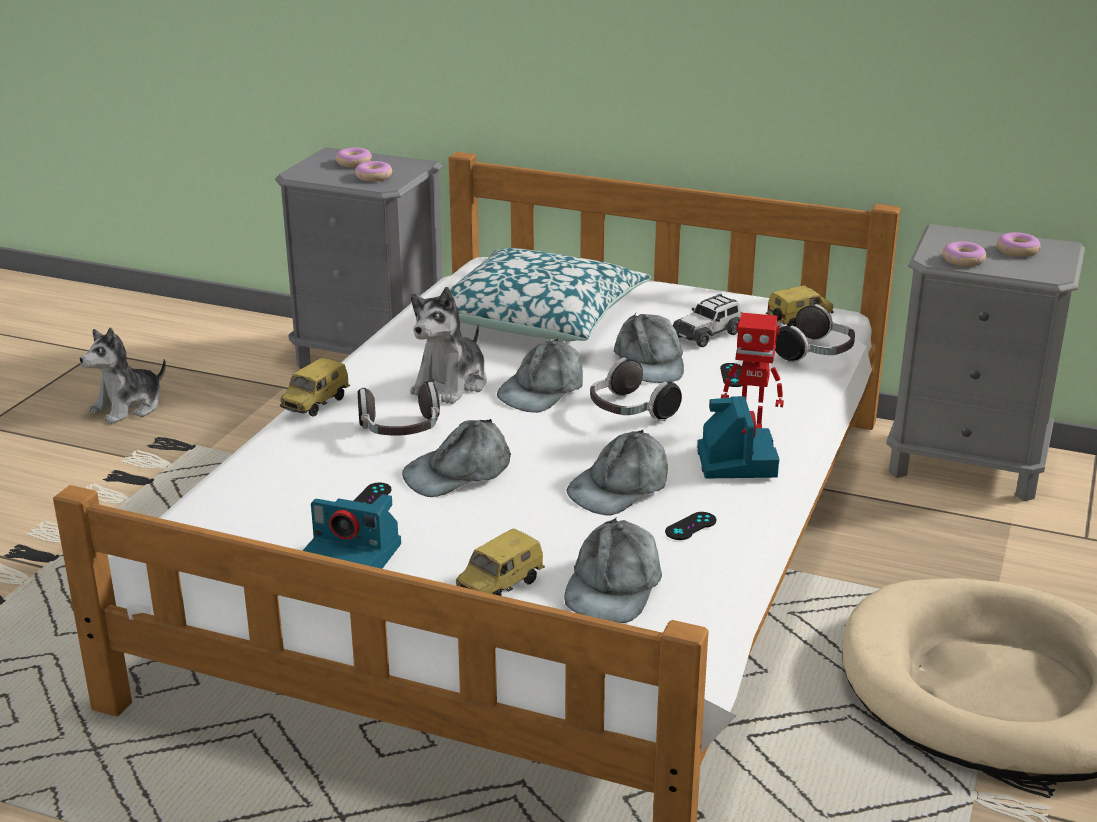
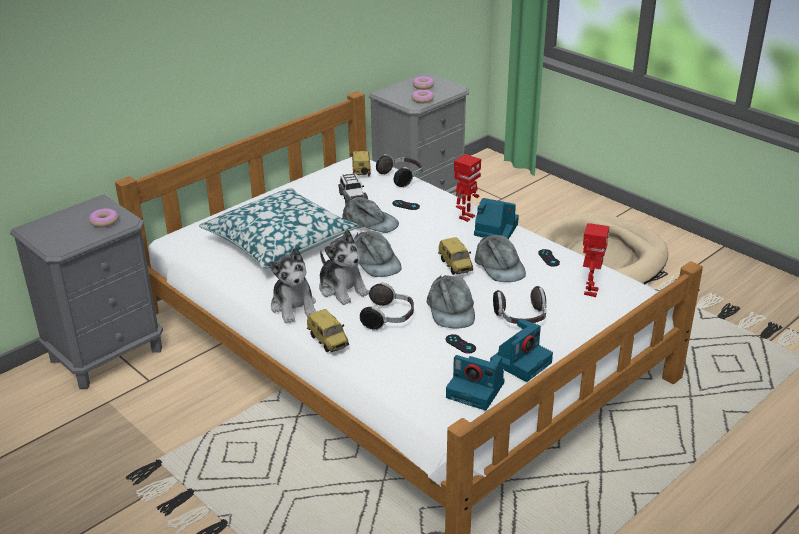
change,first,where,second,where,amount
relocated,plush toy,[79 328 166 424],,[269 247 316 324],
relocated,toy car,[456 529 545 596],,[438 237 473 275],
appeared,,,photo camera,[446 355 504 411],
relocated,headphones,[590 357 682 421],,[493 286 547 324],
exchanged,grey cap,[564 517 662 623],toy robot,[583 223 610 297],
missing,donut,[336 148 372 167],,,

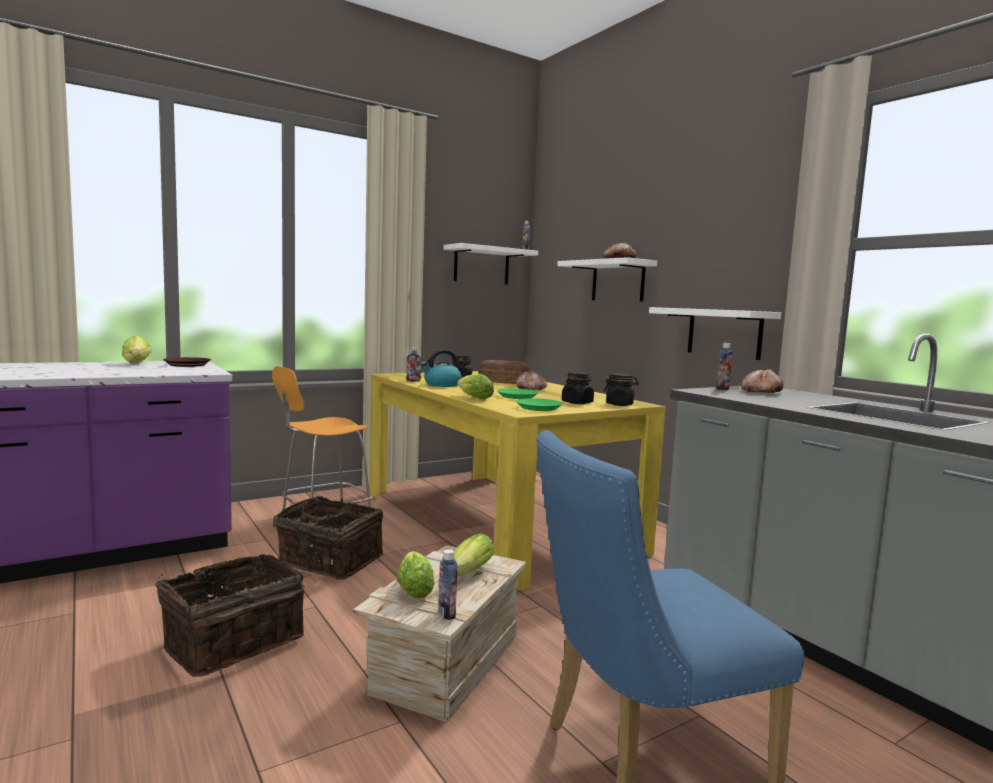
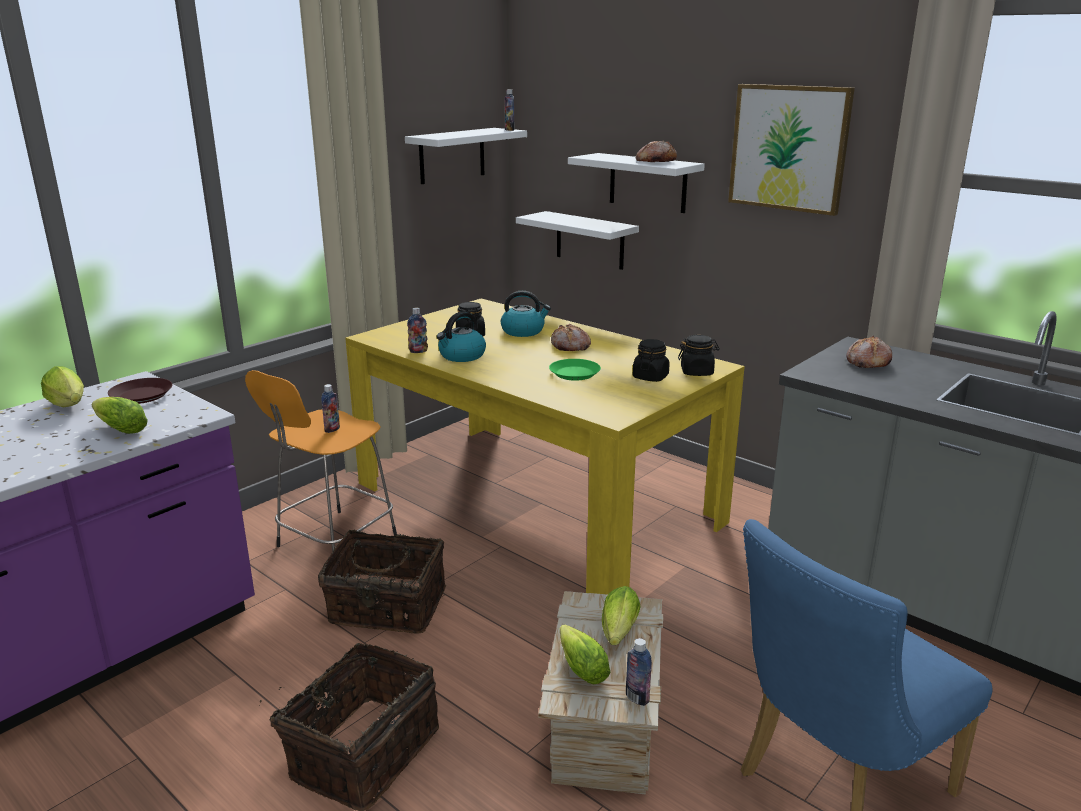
change,first,where,second,where,amount
relocated,lettuce,[457 374 494 399],,[91 397 148 434],
relocated,bottle,[716 343 733 390],,[321 384 340 433],
exchanged,bread,[478 360 531 384],kettle,[501 291 551 337],
relocated,white shelf,[649 307 781 360],,[516 211 639 270],
appeared,,,picture,[728 84 855 216],
missing,green plate,[516 398 563 411],,,

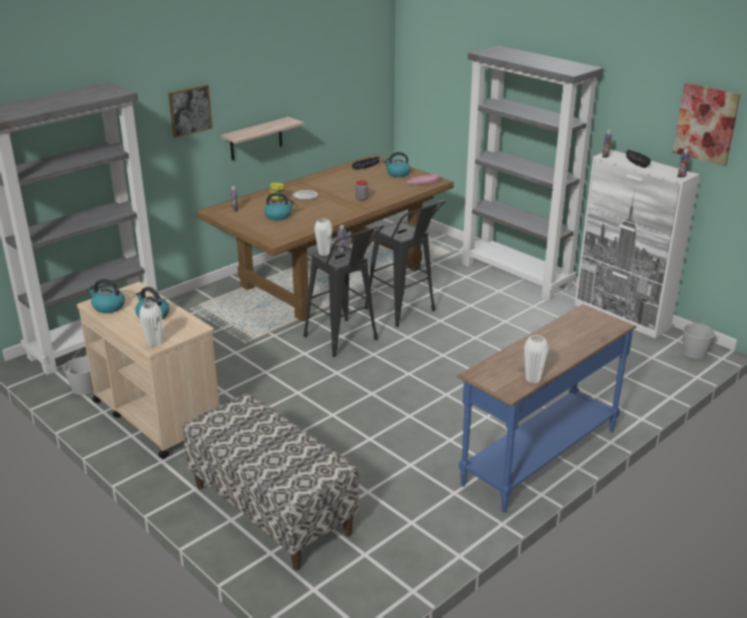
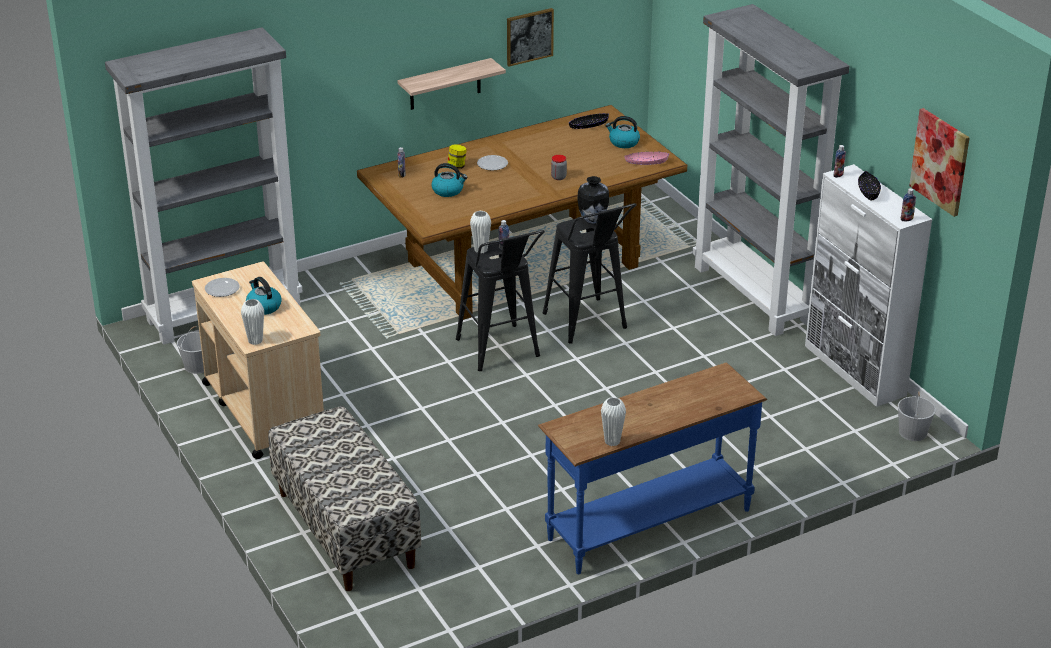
change,first,where,second,where,amount
exchanged,kettle,[87 279 125 313],plate,[205 278 240 297],
relocated,picture,[168 84 212 138],,[507 8 554 67],
appeared,,,vase,[577 176 609 224],

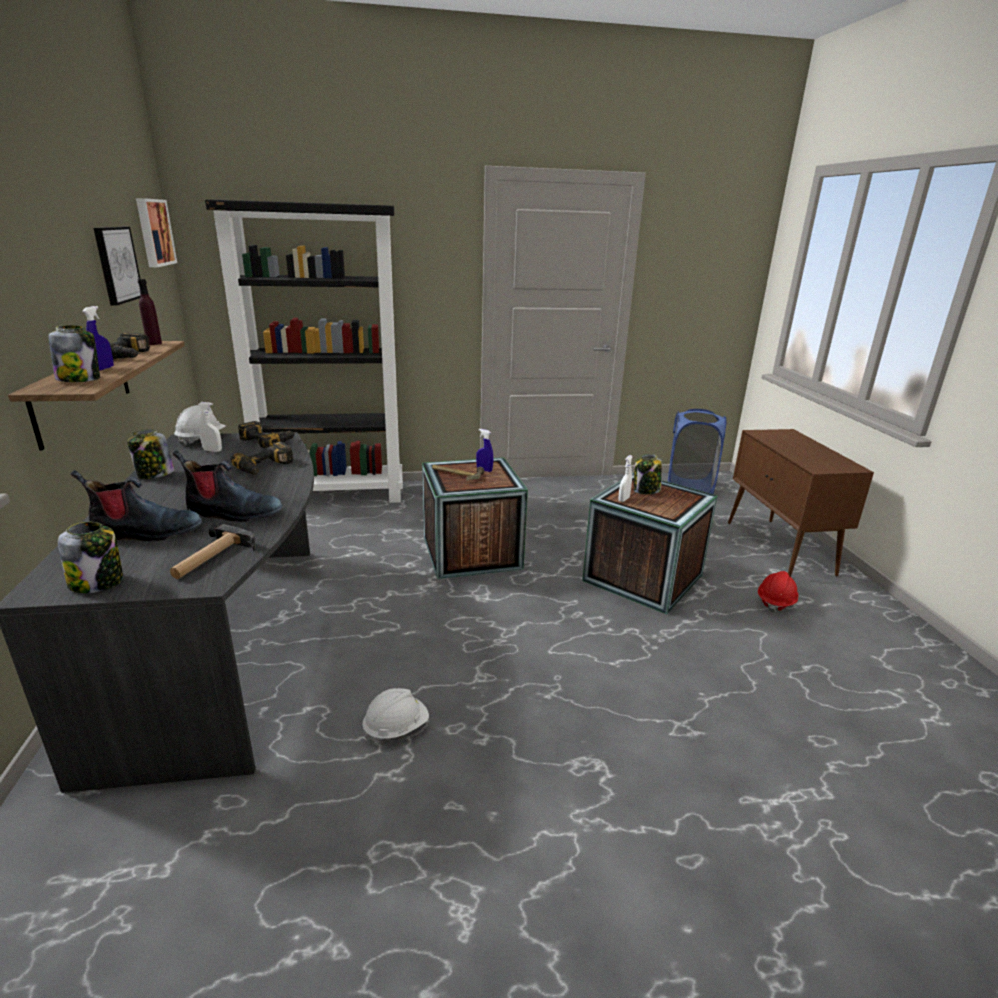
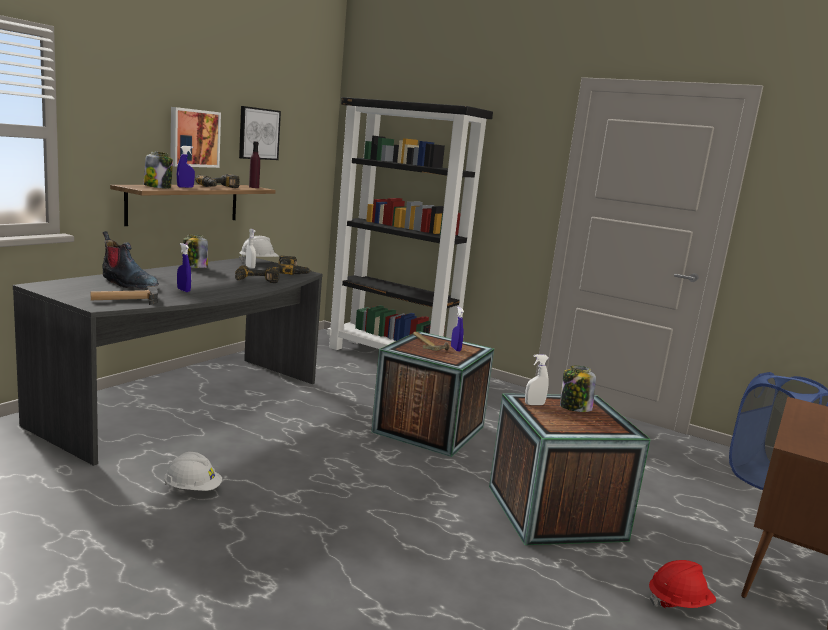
change,first,where,second,where,amount
relocated,picture,[136 198 177 267],,[170 107 221 168],
exchanged,boot,[173 450 283 522],blue spray bottle,[177 243 191 292],
missing,jar,[58 522 123 593],,,

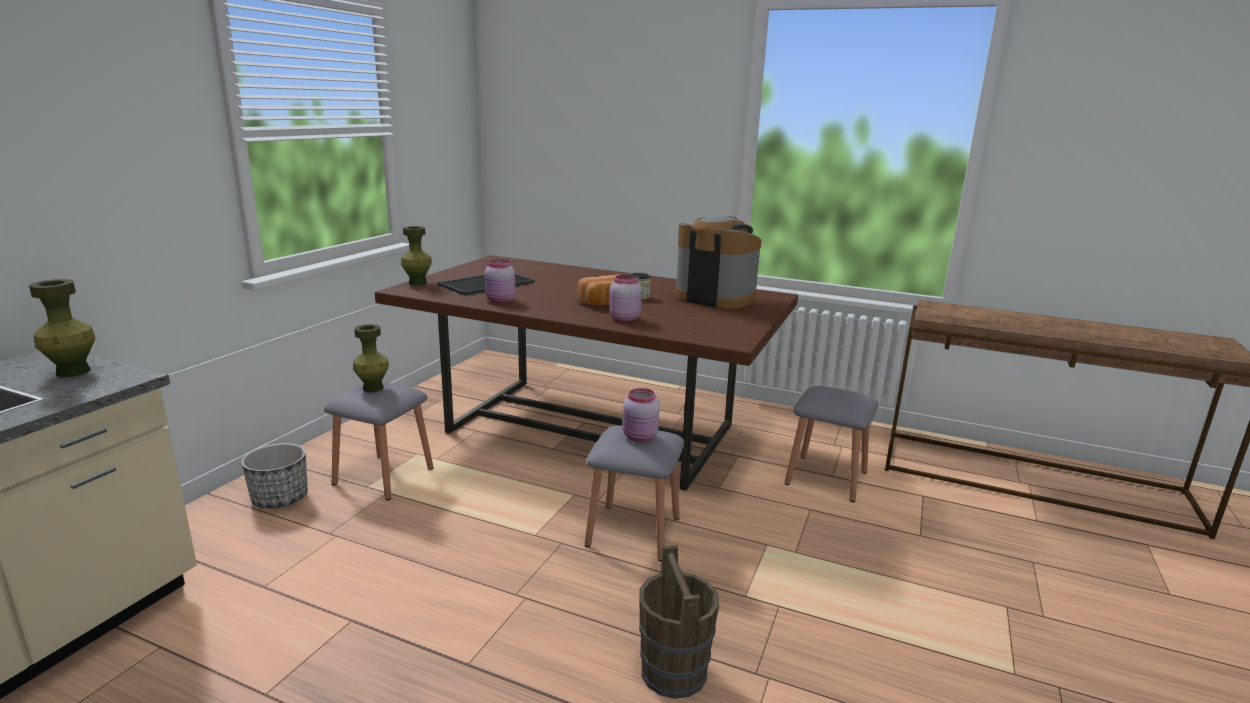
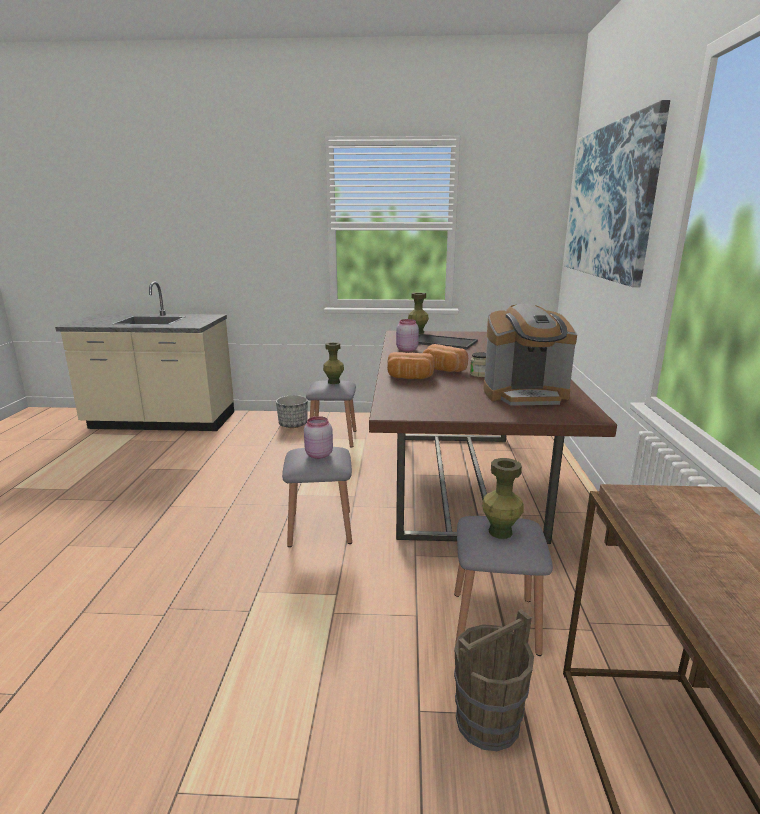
change,first,where,second,where,amount
exchanged,pink jar,[609 275 642 321],bread,[387 352 435 379],
relocated,brown bucket,[639 545 719 699],,[454 609 534 751],
relocated,green vase,[29 279 95 377],,[482 458 524 539],
spun,coffee machine,[675 216 762 309],,[483 304 577 406],75 degrees clockwise
appeared,,,picture,[564 100 670 287],

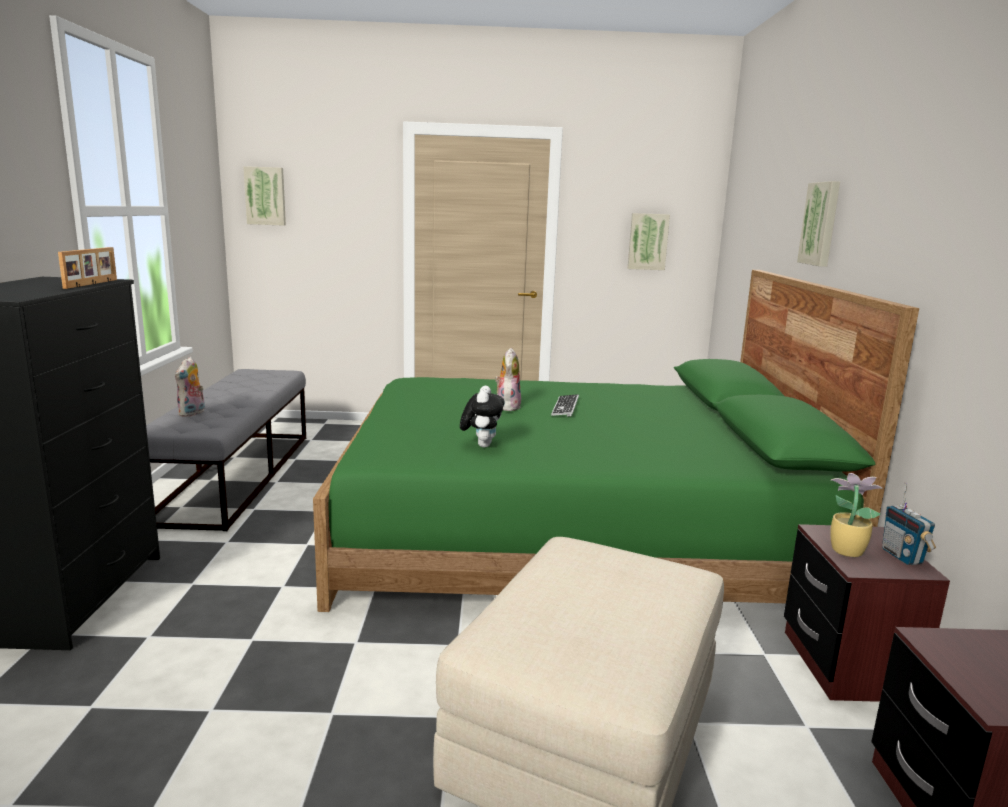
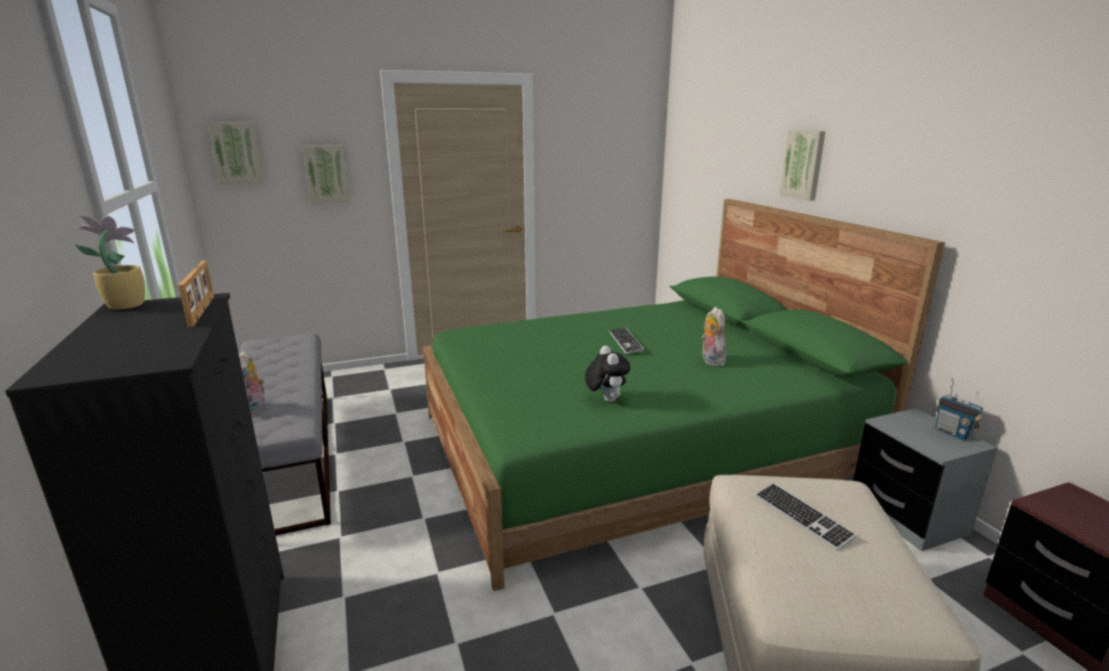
change,first,where,second,where,amount
relocated,potted plant,[830 473 883 557],,[74 215 145 310],
relocated,picture,[628 213 670 270],,[302 145 350 204],
relocated,plush toy,[495 348 521 411],,[701 307 726 367],
appeared,,,keyboard,[755 483 857 551],
colour,brown nightstand,[784 524 950 702],grey nightstand,[853 408 997 551],

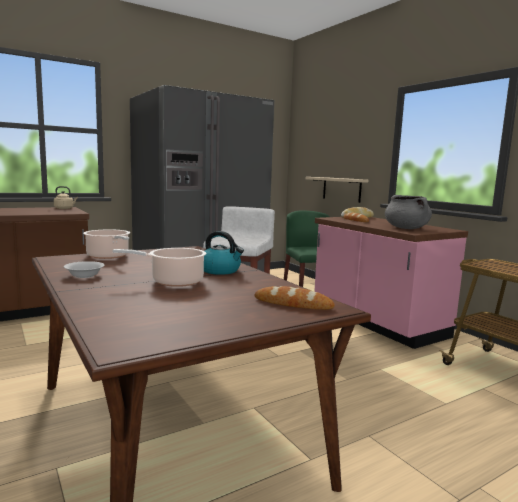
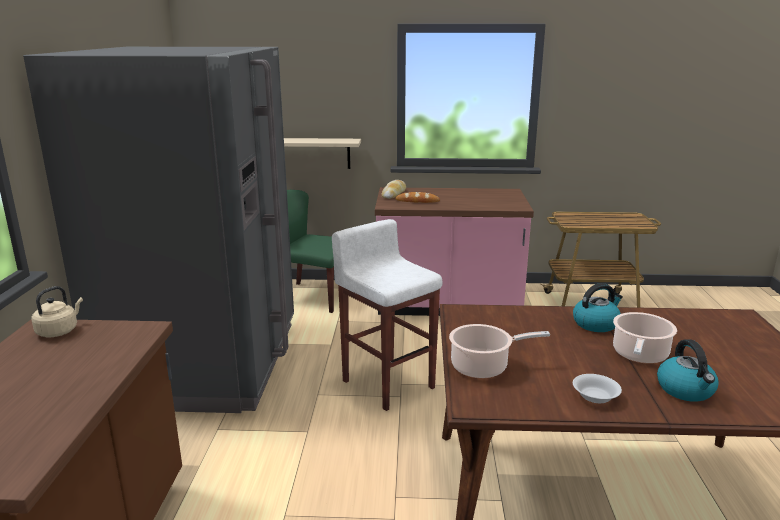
change,first,where,second,where,amount
appeared,,,kettle,[657 339 719 402],
missing,bread,[255 286 335 310],,,
missing,grey cooking pot,[385 195 432 229],,,

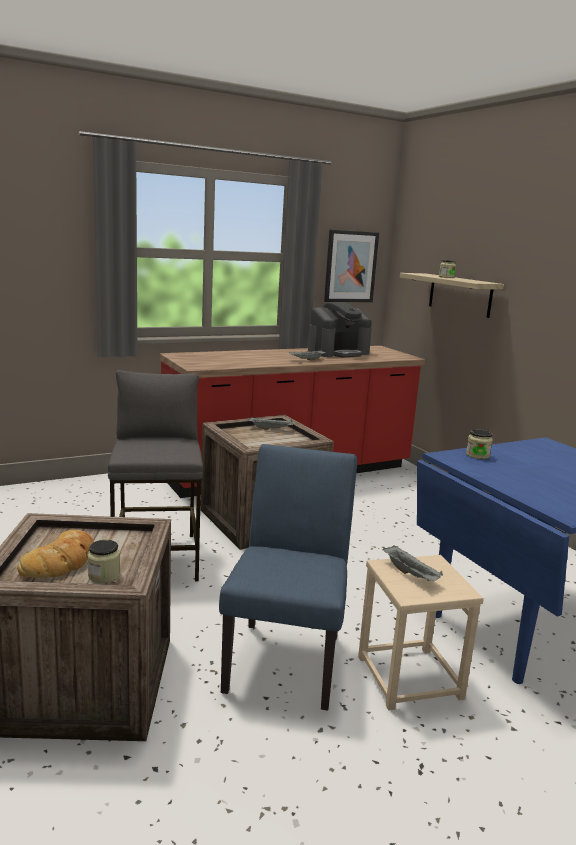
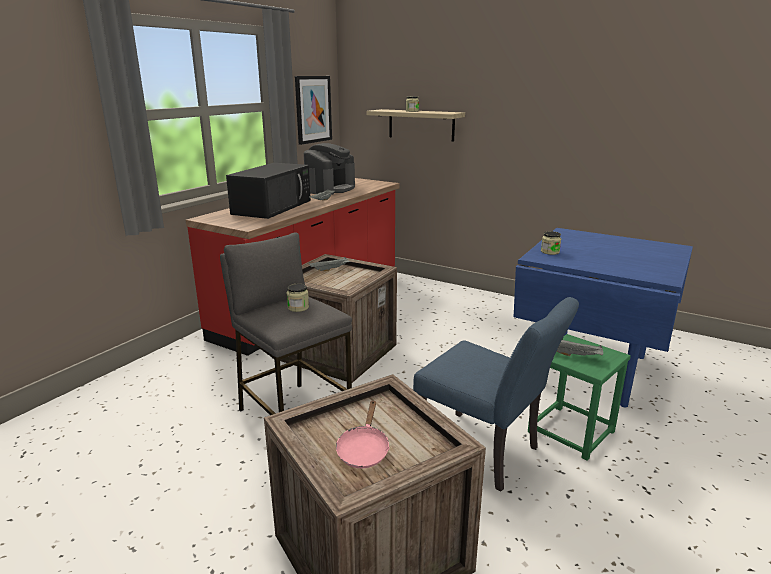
change,first,where,second,where,amount
appeared,,,black microwave,[226 163 311 219],
relocated,jar,[87 540 120 583],,[287 284 309 312],
exchanged,bread,[17 530 94 578],pink frying pan,[336 400 390 468],
spun,blue chair,[219 444 357 711],,[413 297 579 492],150 degrees clockwise
colour,beige stool,[358 555 484 711],green stool,[528 334 631 461],

